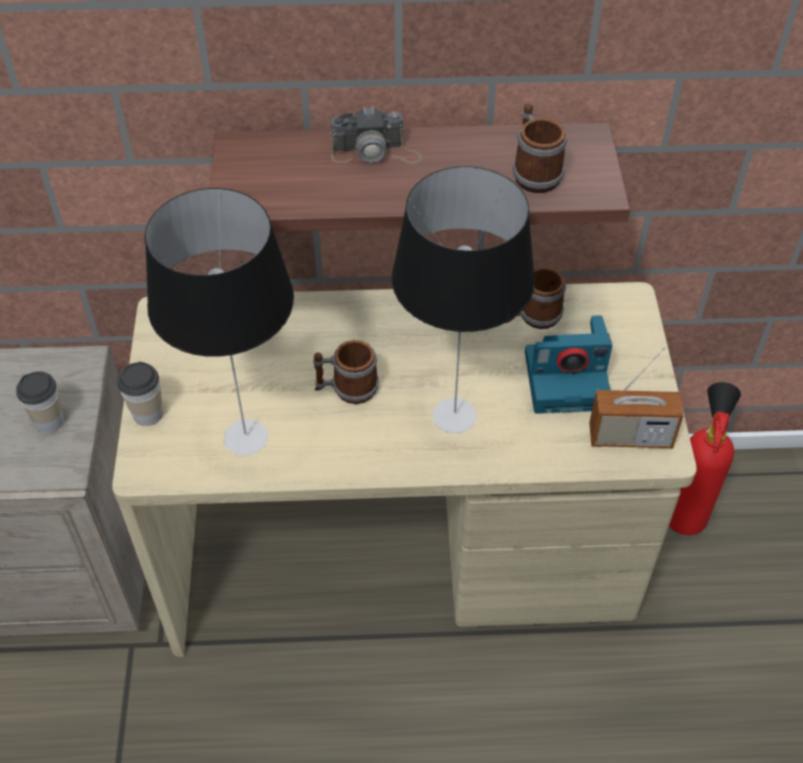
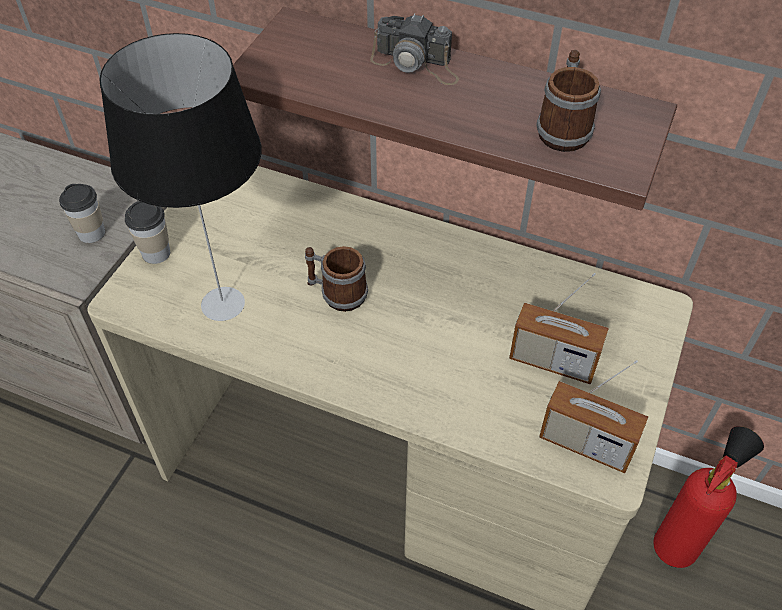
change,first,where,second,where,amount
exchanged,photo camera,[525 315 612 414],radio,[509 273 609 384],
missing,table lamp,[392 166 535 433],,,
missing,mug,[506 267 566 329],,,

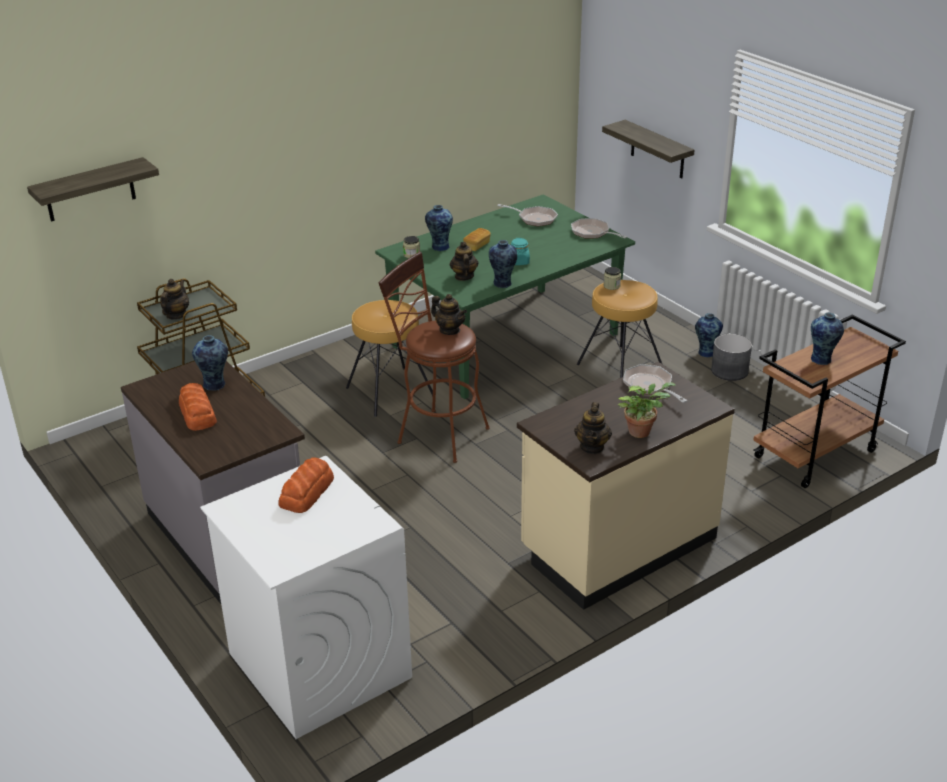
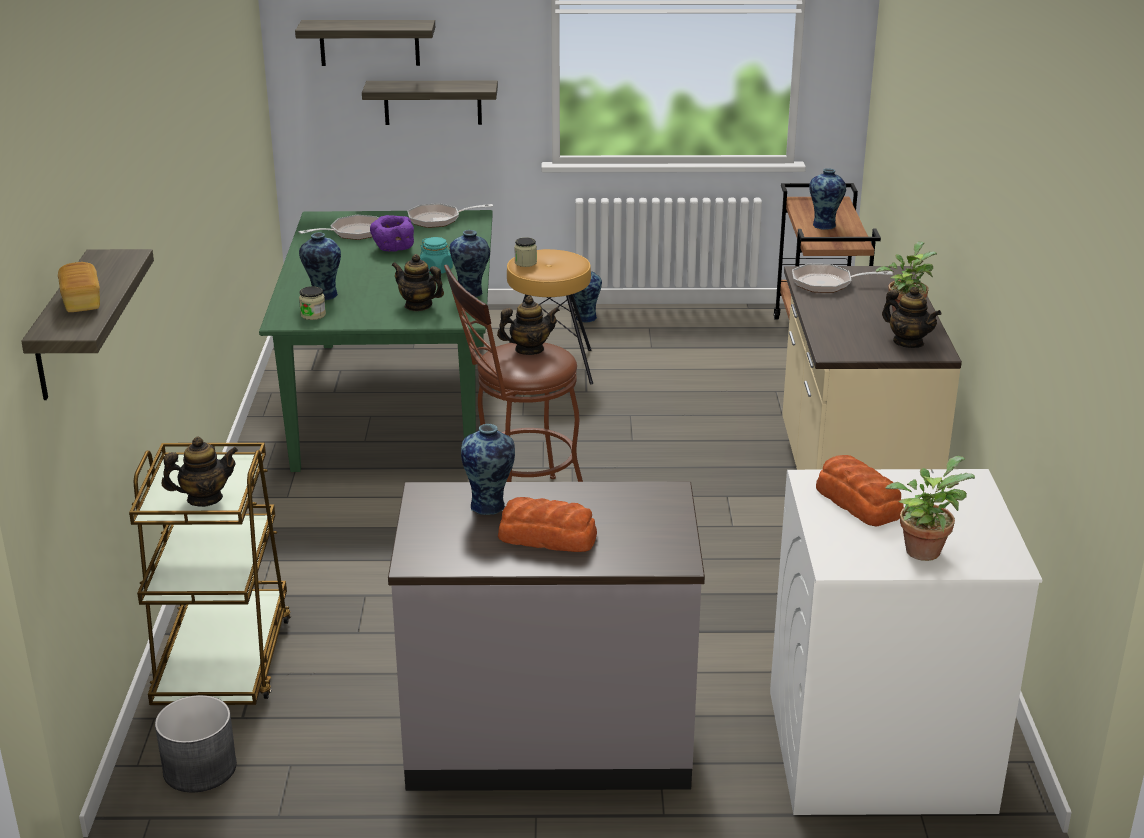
change,first,where,second,where,amount
relocated,bread,[463 228 491 251],,[58 262 100 312],
relocated,grey planter,[711 334 752 381],,[155 695 237 793],
spun,teapot,[160 279 189 319],,[161 437 238 507],105 degrees clockwise
appeared,,,shelf,[295 20 435 66],
appeared,,,purple bowl,[370 215 414 252],
appeared,,,potted plant,[886 456 975 561],
missing,brown stool,[346 300 433 417],,,

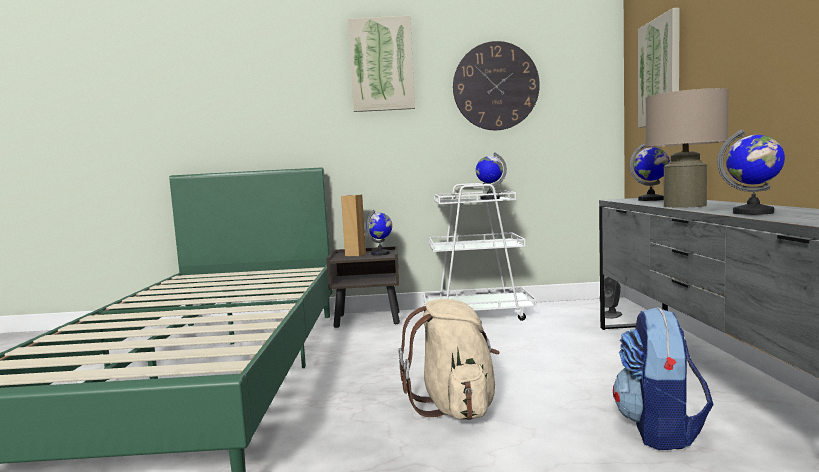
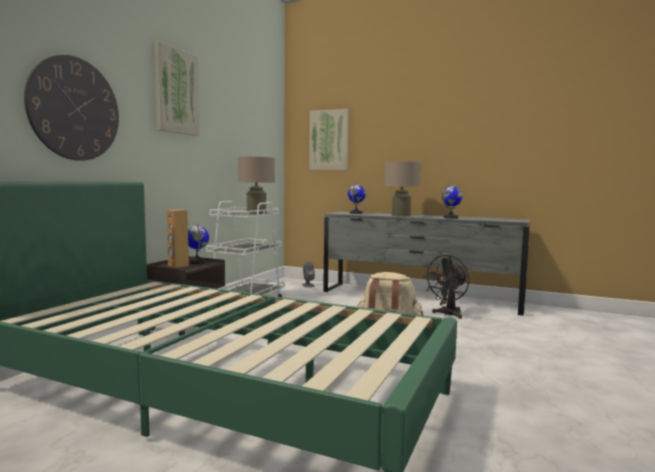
change,first,where,second,where,amount
relocated,wall clock,[453 41 540 130],,[24 55 119 161],
exchanged,globe,[476 152 507 200],beige table lamp,[238 157 275 214],
exchanged,backpack,[613 307 714 450],black fan,[422 255 469 319],

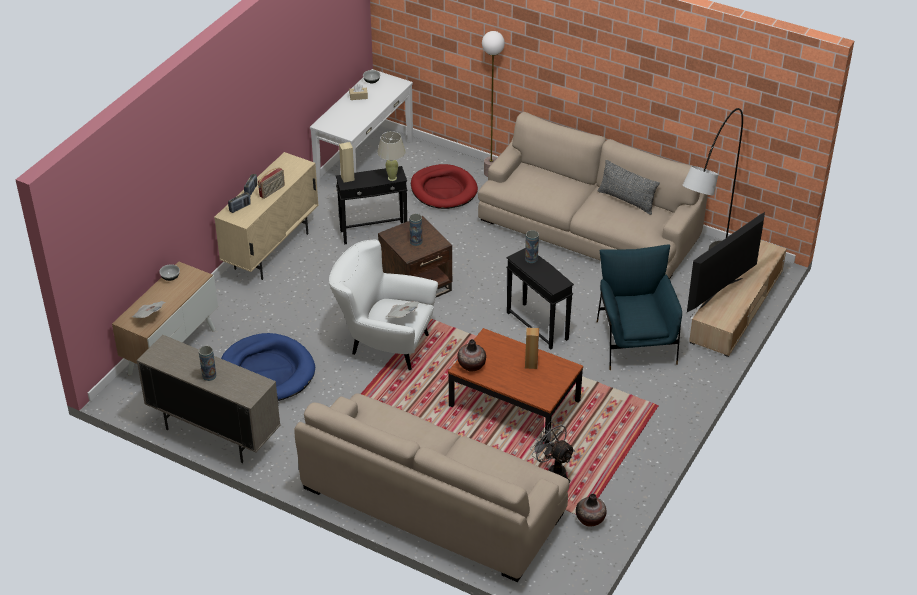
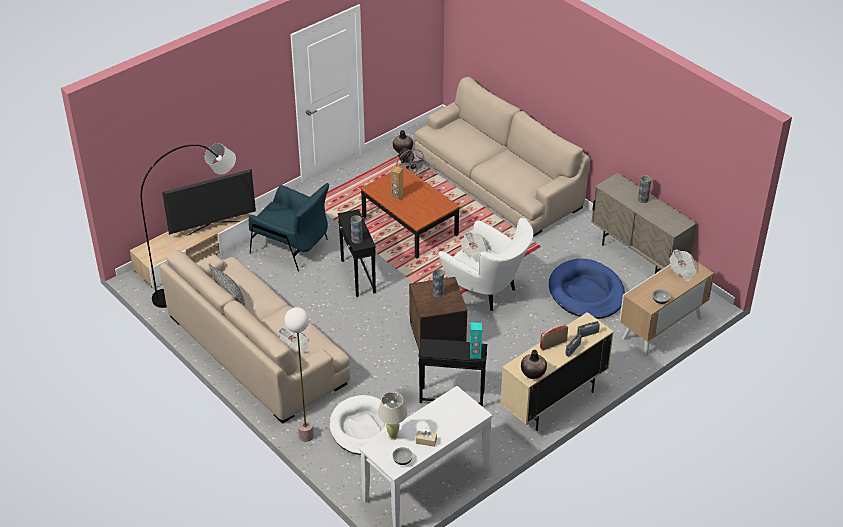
change,first,where,second,where,amount
spun,blue armchair,[597 244 682 370],,[249 183 329 272],75 degrees counterclockwise
appeared,,,newspaper,[279 327 309 352],
colour,red dog bed,[411 164 478 209],white dog bed,[330 395 390 455],
relocated,beige table lamp,[377 131 406 181],,[378 392 408 440],
colour,beige speaker,[339 142 355 183],turquoise speaker,[470 323 482 359],
relocated,vase,[457 339 486 372],,[521 350 547 379],

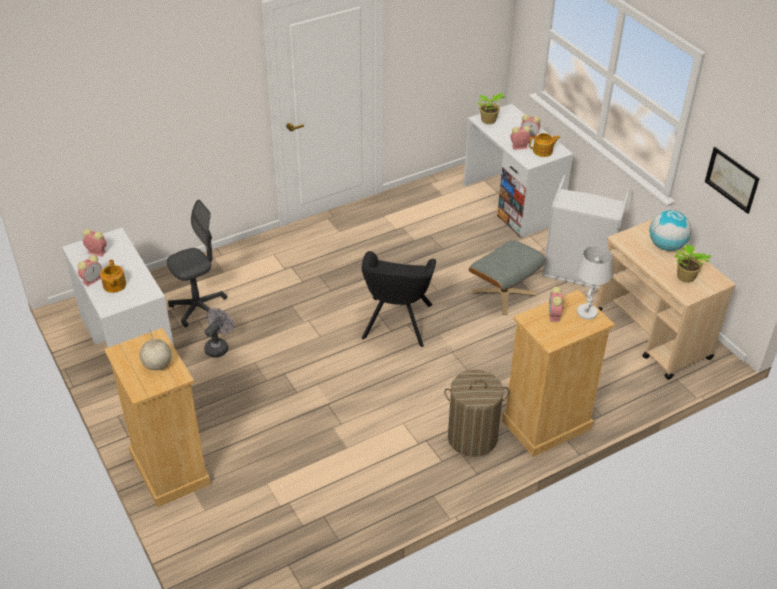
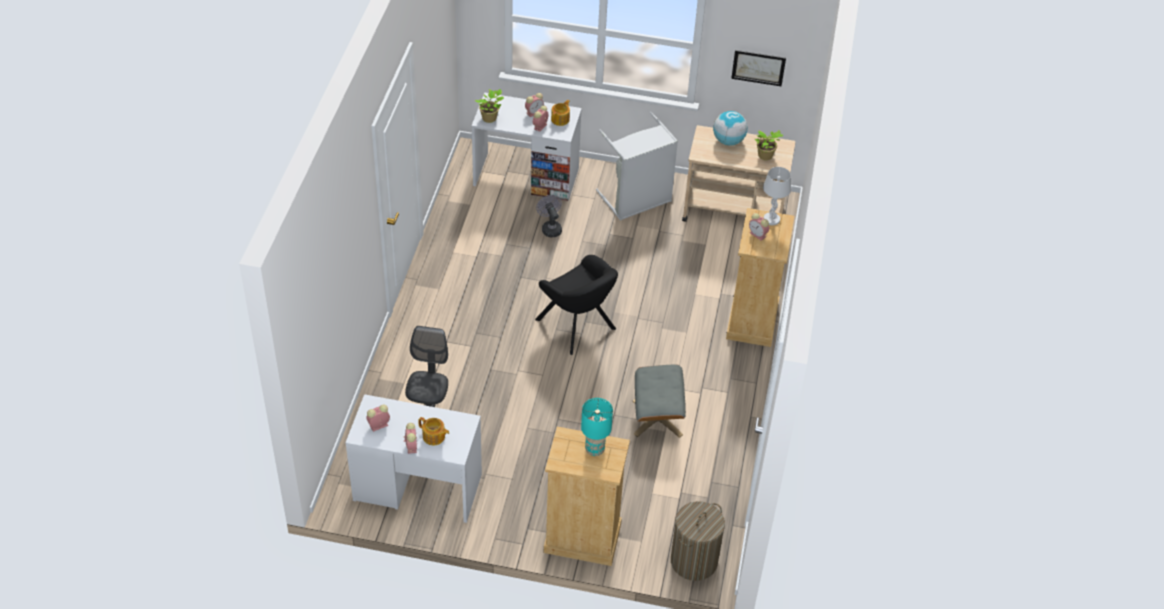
change,first,where,second,where,amount
relocated,grey fan,[204 308 234 358],,[536 195 562 237],
exchanged,globe,[140 328 172 370],turquoise table lamp,[581 398 613 456],
relocated,grey ottoman,[468 240 545 315],,[633 364 686 438],
relocated,laundry basket,[444 370 509 457],,[671 501 725 581],

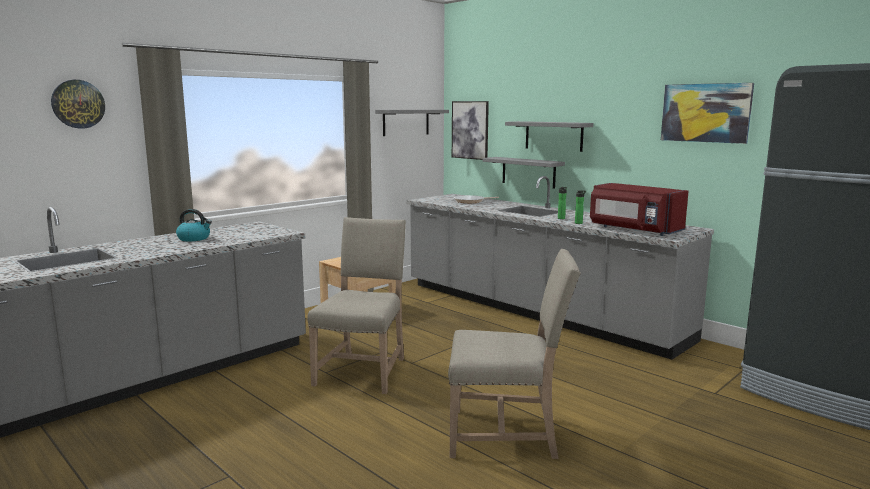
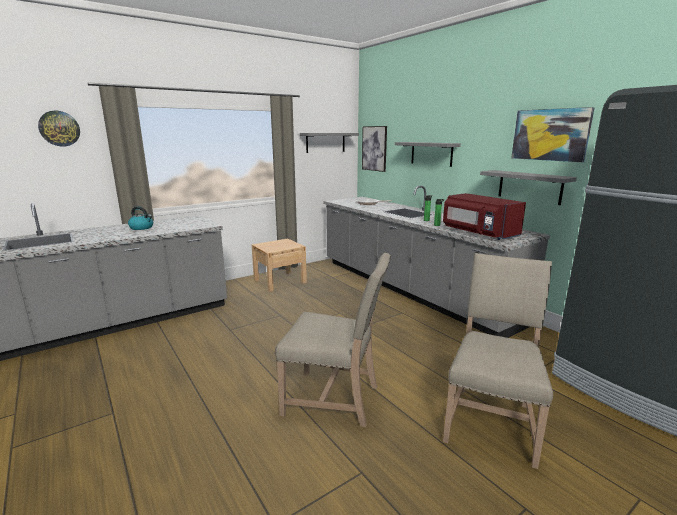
change,first,where,second,where,amount
relocated,beige chair,[307 217 406 394],,[443 253 553 469],
relocated,grey shelf,[482 157 565 189],,[480 170 577 205],

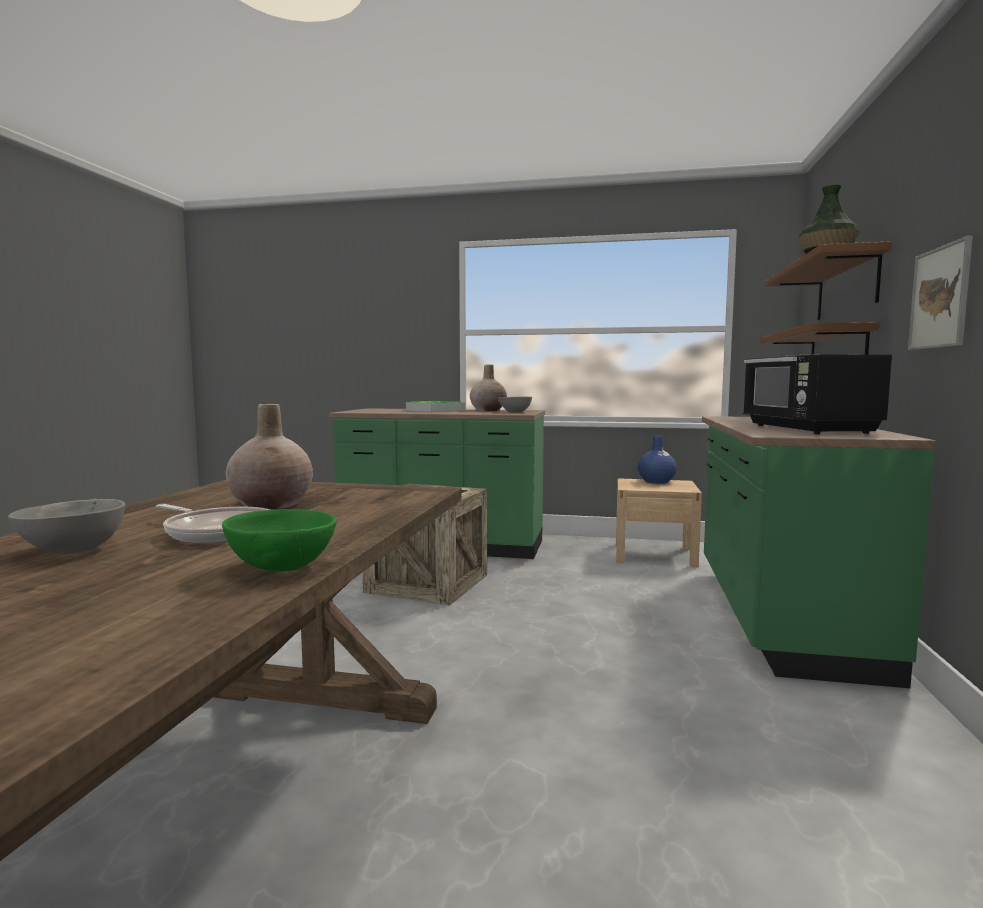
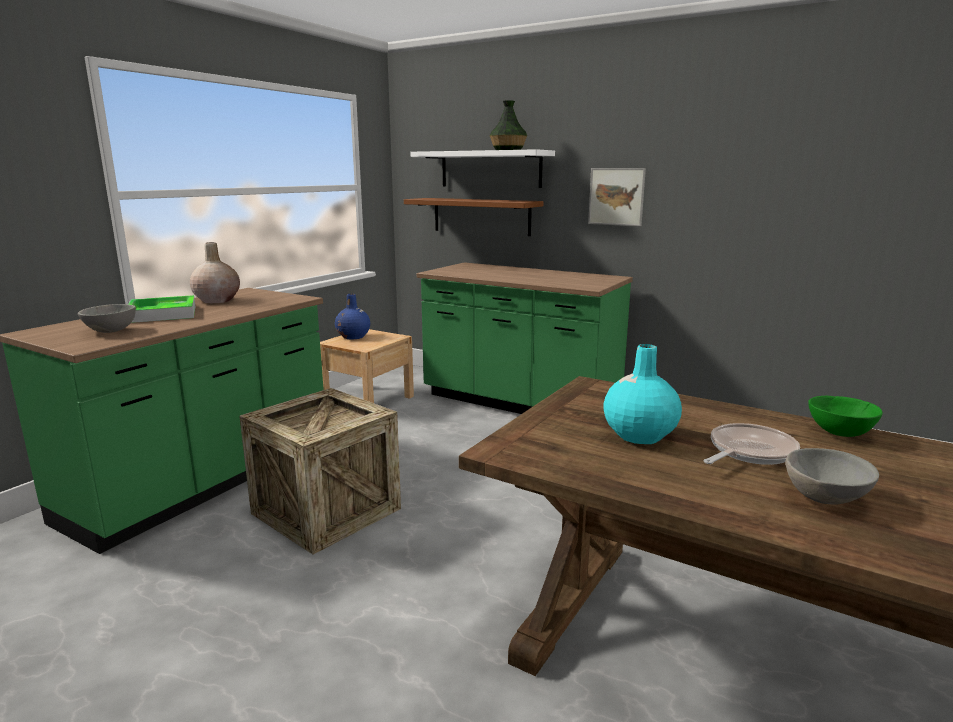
change,first,where,second,where,amount
relocated,grey bowl,[498 396 532 413],,[78 304 136 333],
colour,brown shelf,[765 241 892 320],white shelf,[410 149 555 188],
colour,beige vase,[226 404 313 509],turquoise vase,[603 344 682 444],
missing,black microwave,[743 354 892 434],,,

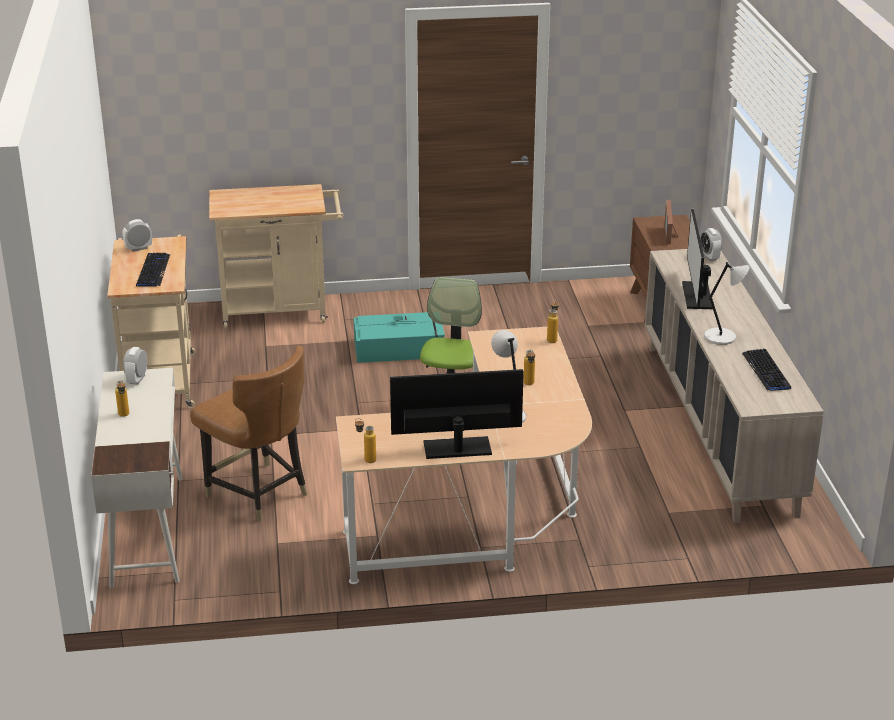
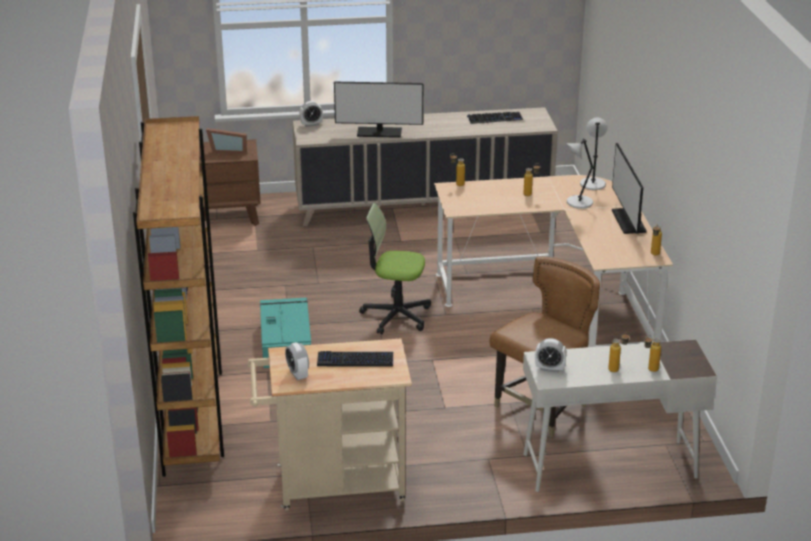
change,first,where,second,where,amount
exchanged,beige cart,[209 184 344 329],brown bookcase,[133 116 224 477],
relocated,grey table lamp,[704 262 749 345],,[580 117 607 190],
appeared,,,bottle,[644 335 661 372],

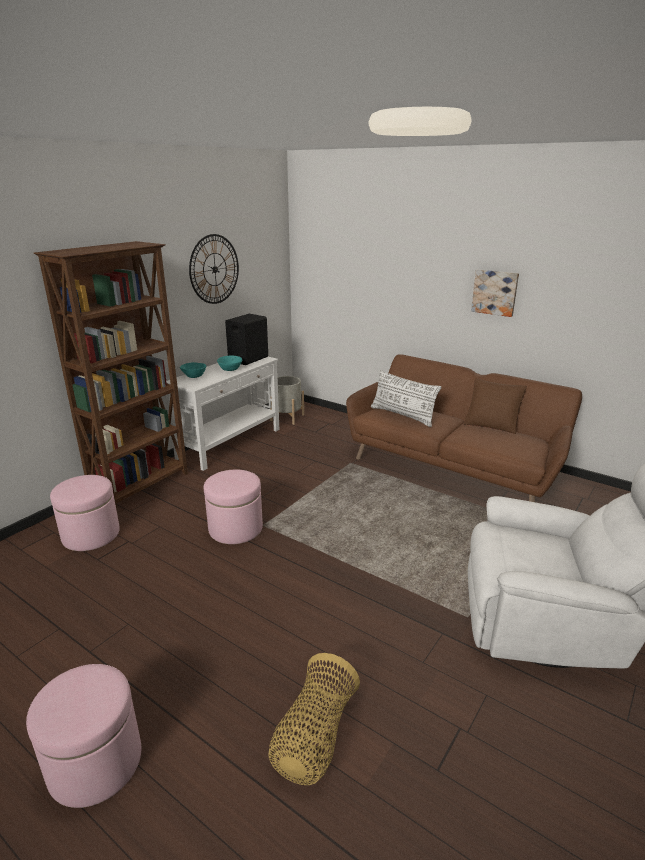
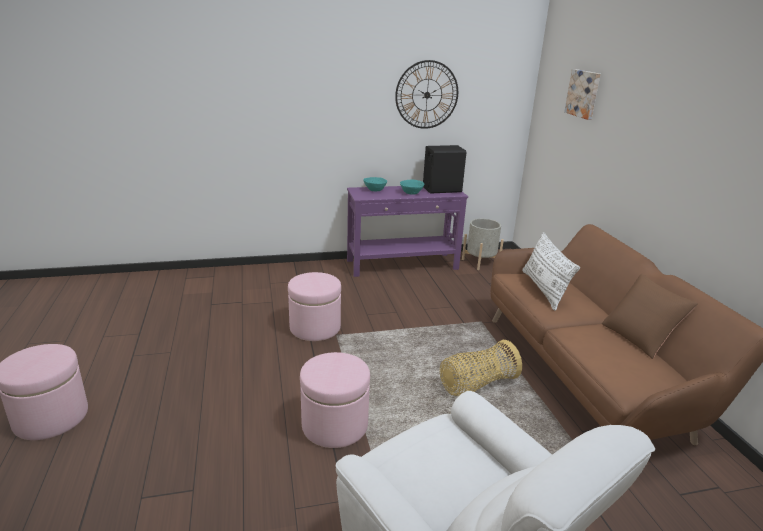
change,first,where,second,where,amount
relocated,pink ottoman,[50 475 120 551],,[300 352 370 448],
colour,white console table,[166 357 279 471],purple console table,[347 186 468 277],
relocated,basket,[268 653 360 785],,[440 340 522 396],
relocated,picture,[471 269 519 317],,[564 69 601 120],
missing,brown bookcase,[34 241 188 510],,,

